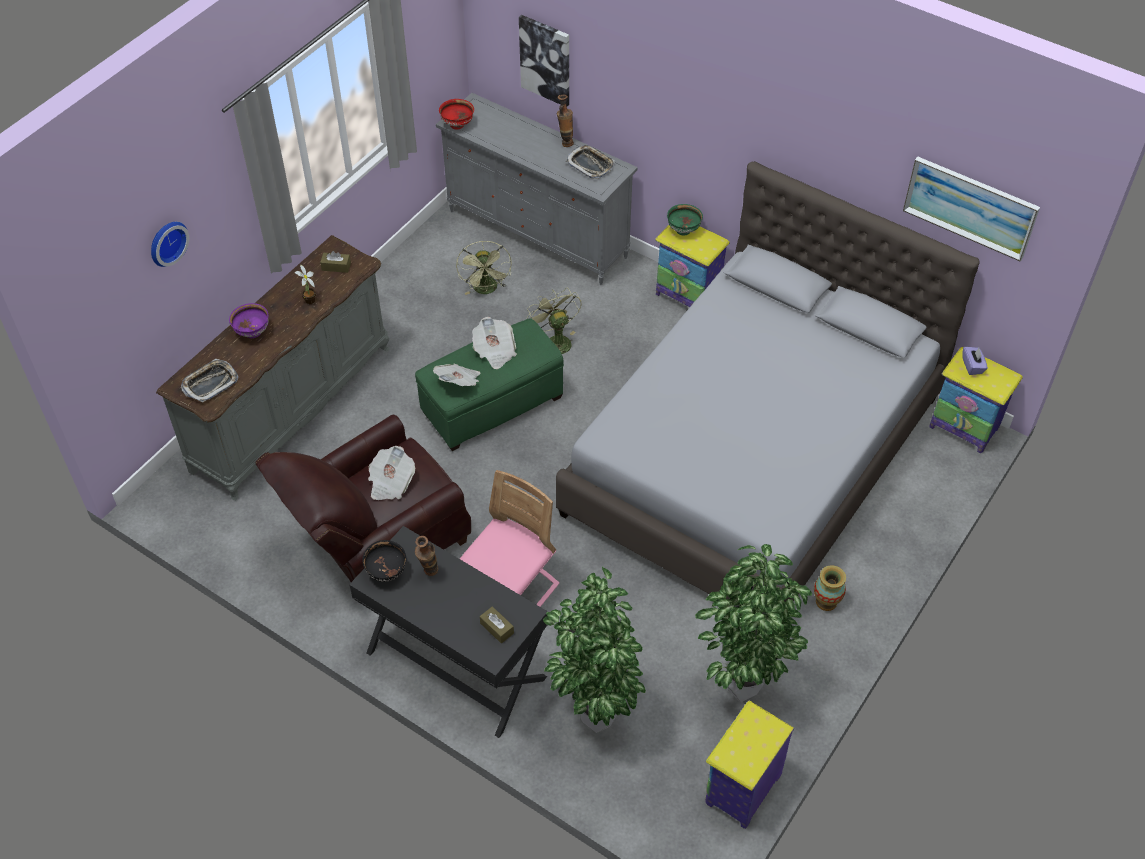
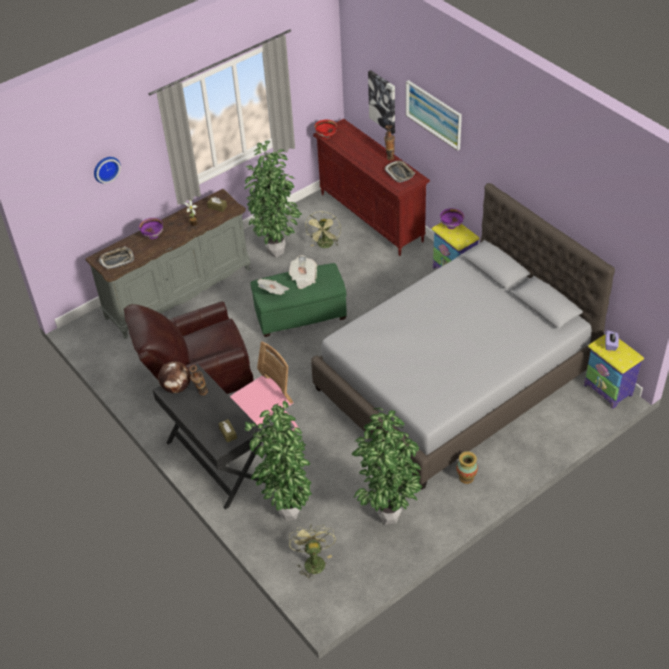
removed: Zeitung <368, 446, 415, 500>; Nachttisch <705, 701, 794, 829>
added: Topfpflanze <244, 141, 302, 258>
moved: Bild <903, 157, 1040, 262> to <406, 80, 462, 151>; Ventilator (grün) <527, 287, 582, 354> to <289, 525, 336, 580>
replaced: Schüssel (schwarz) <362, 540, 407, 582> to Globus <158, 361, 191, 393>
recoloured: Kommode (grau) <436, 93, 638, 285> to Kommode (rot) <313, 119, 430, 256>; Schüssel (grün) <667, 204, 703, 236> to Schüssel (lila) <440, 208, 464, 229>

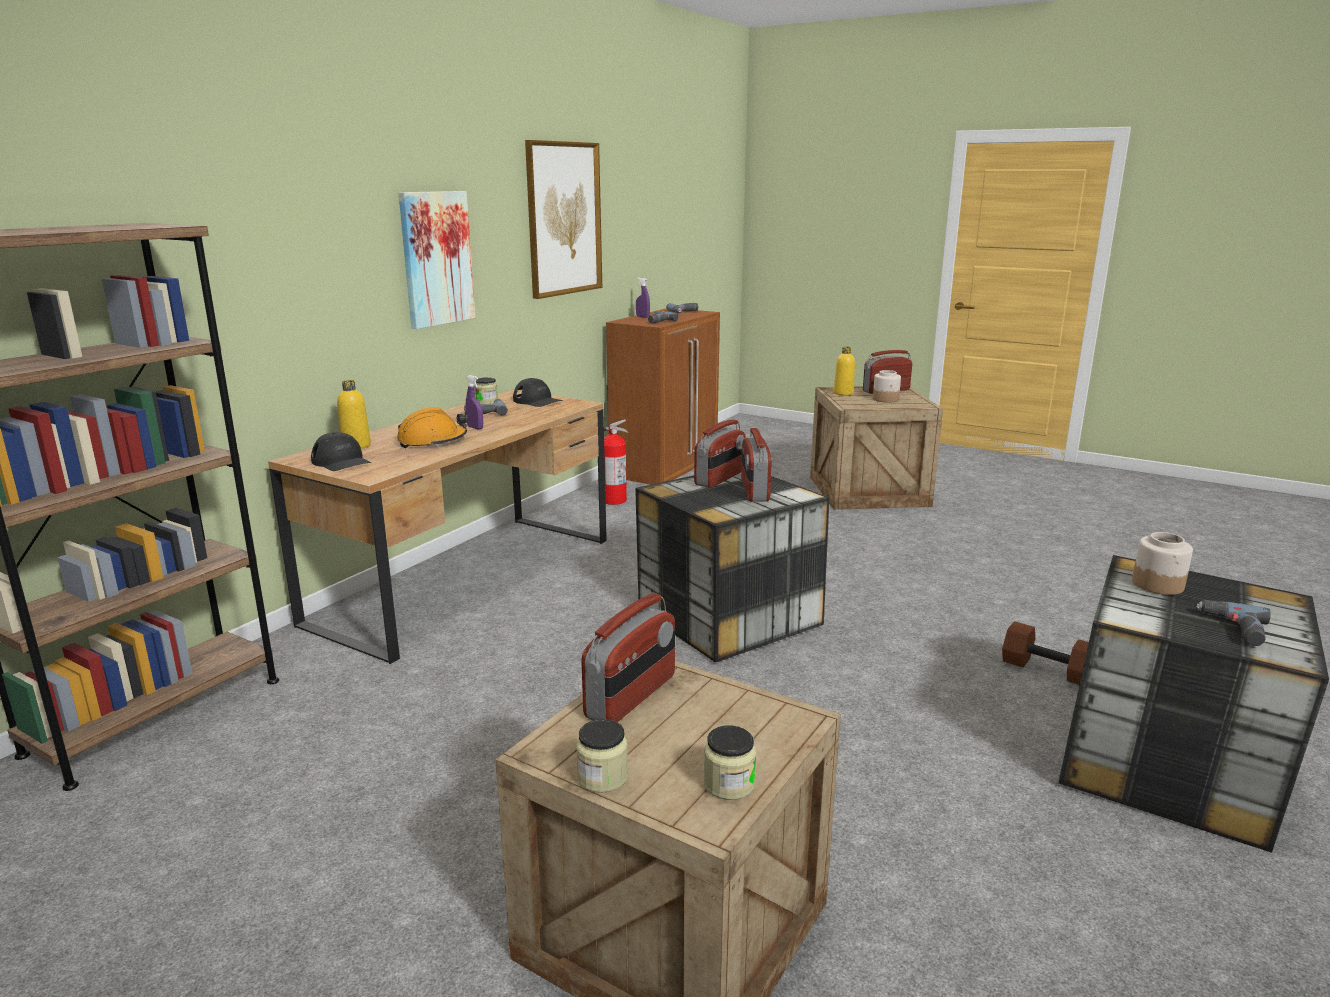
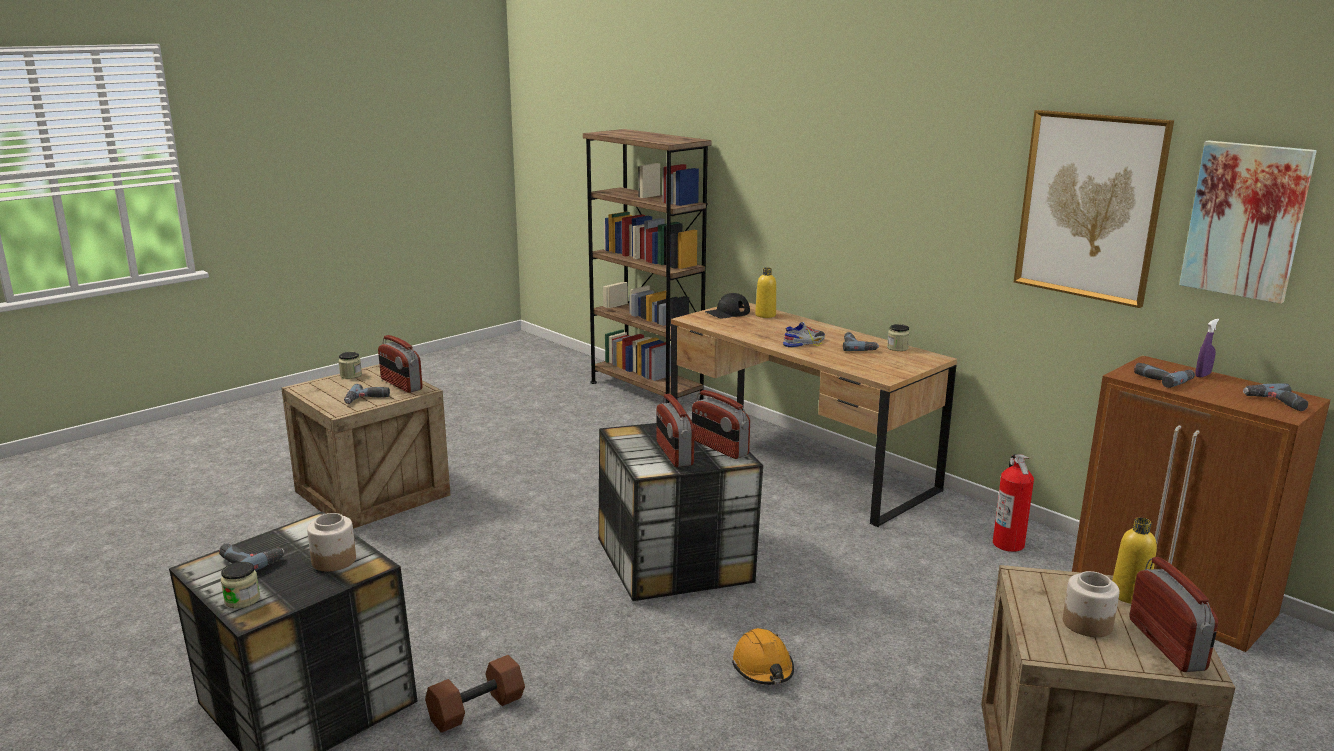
removed: Kappe (schwarz) <513, 378, 563, 407>
added: Bohrmaschine <344, 384, 390, 404>
moved: Bild <399, 191, 476, 329> to <1179, 140, 1317, 304>; Schutzhelm (orange) <397, 407, 468, 448> to <732, 628, 794, 685>; Vorratsglas <704, 726, 756, 800> to <221, 562, 260, 609>
replaced: Sprühflasche (lila) <466, 375, 483, 429> to Schuh <783, 322, 825, 347>
turned: Radio <741, 428, 772, 502> = <656, 394, 694, 467> 120 degrees counterclockwise

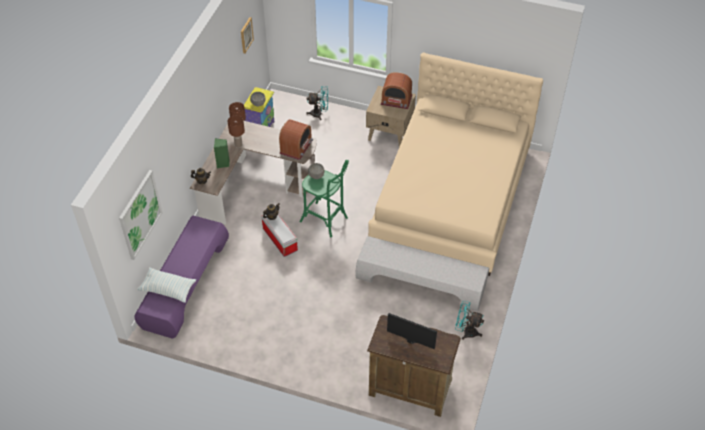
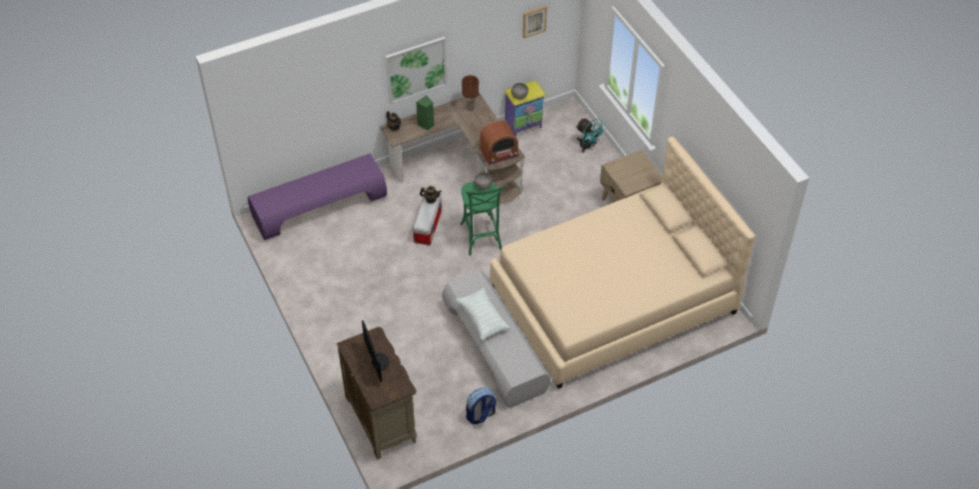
removed: Radio <381, 72, 412, 109>; Tischlampe (braun) <228, 115, 245, 148>
moved: Bild <119, 170, 163, 260> to <386, 36, 447, 105>; Kissen <137, 267, 196, 303> to <456, 288, 510, 341>
replaced: Ventilator (türkis) <455, 301, 484, 340> to Rucksack <466, 387, 496, 424>

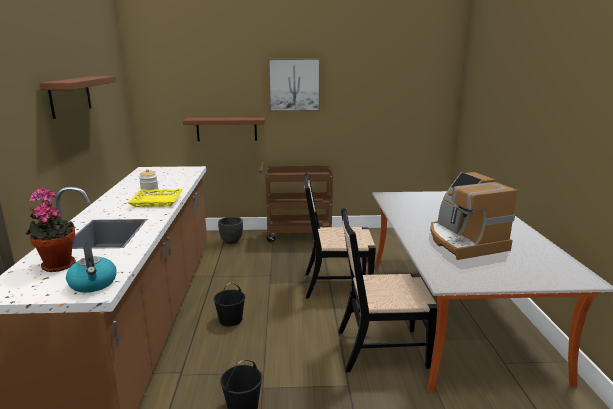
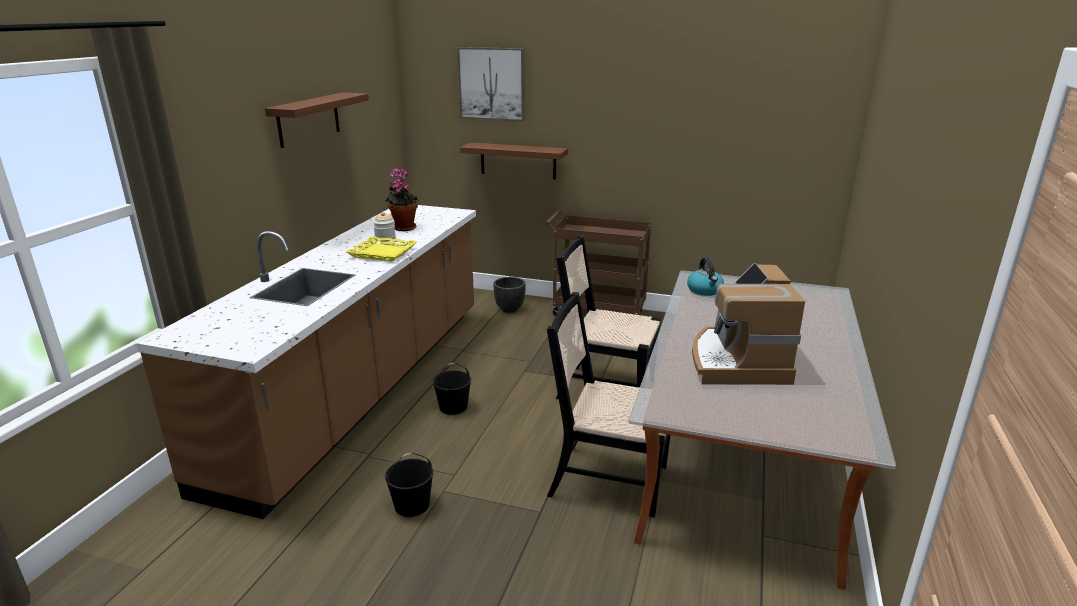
moved: Bild <268, 58, 320, 111> to <457, 47, 525, 121>; Topfpflanze <25, 188, 76, 272> to <385, 167, 418, 231>; Wasserkessel <66, 242, 117, 293> to <687, 257, 724, 296>

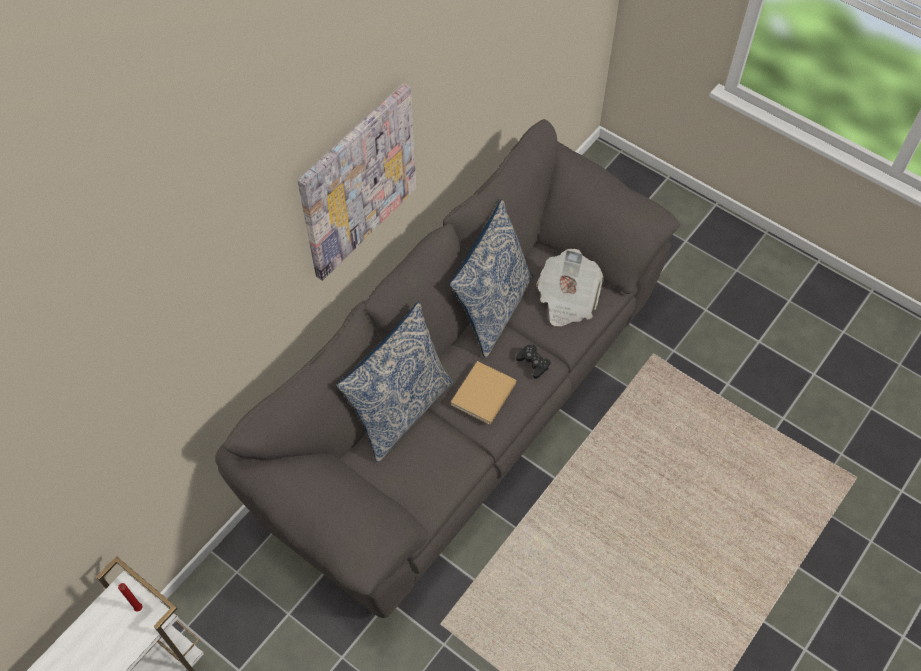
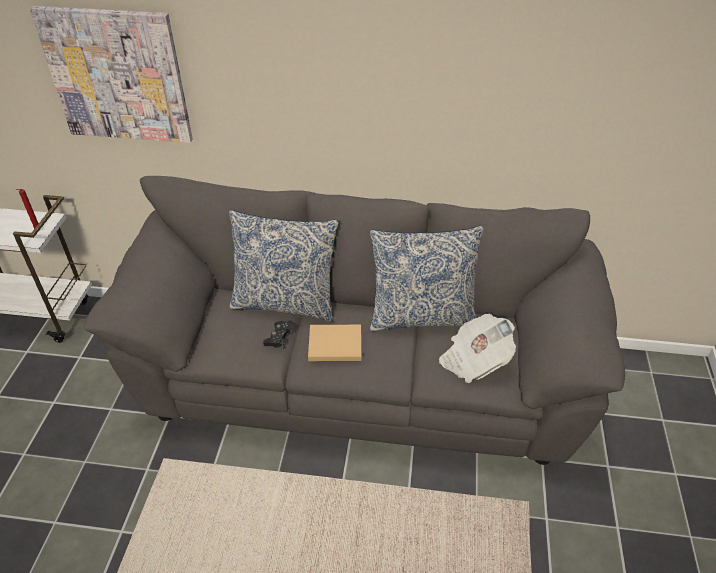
moved: Bild <297, 83, 416, 281> to <30, 6, 193, 143>; Gamepad (schwarz) <516, 344, 551, 379> to <263, 321, 294, 349>

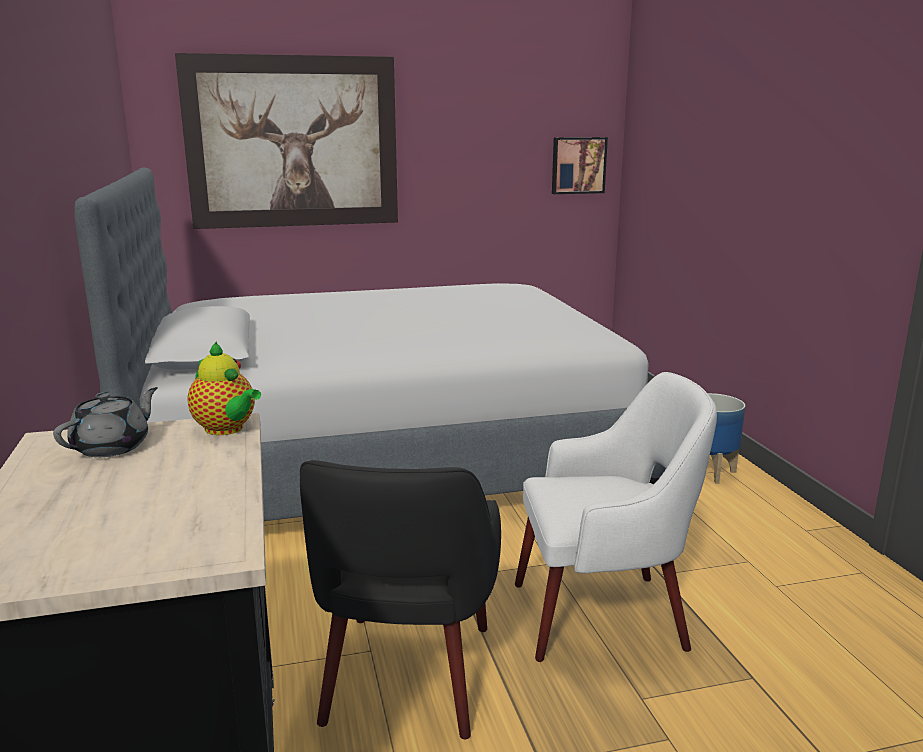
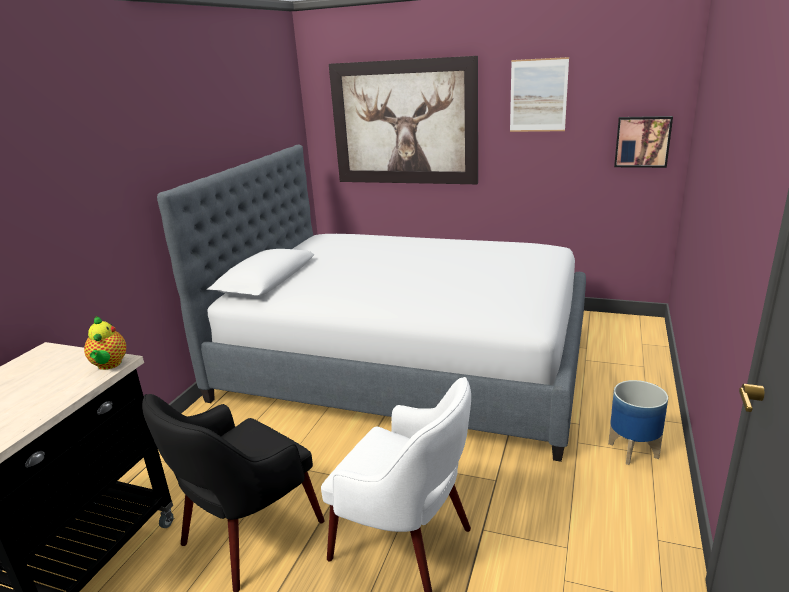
removed: Teekanne (grau) <53, 387, 158, 457>
added: Bild <510, 57, 569, 132>

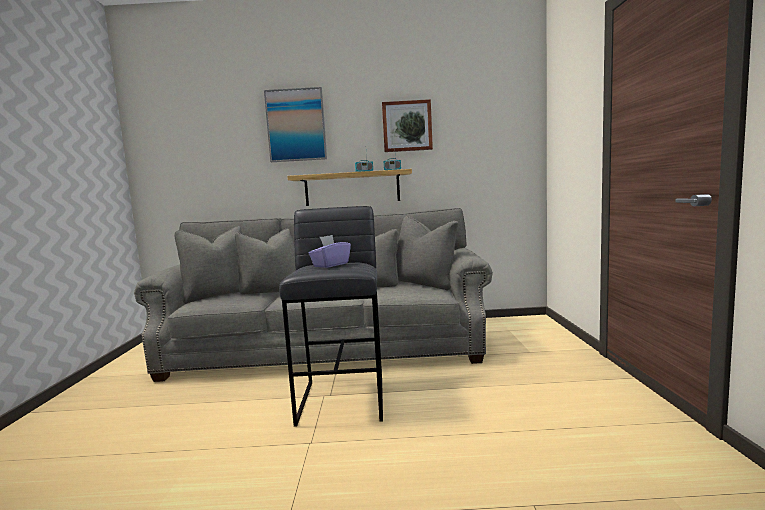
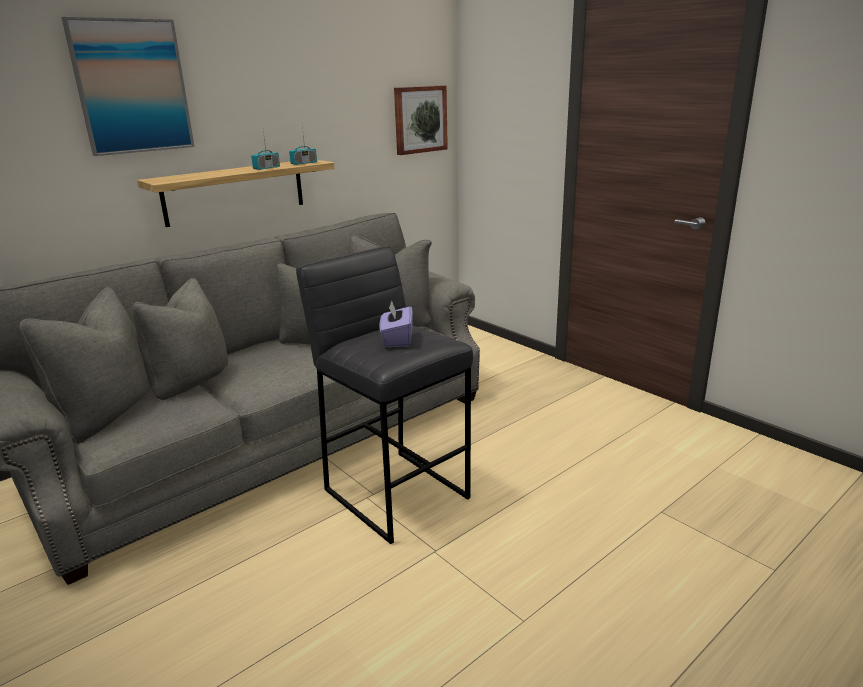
moved: Bild <382, 99, 433, 152> to <394, 85, 448, 155>

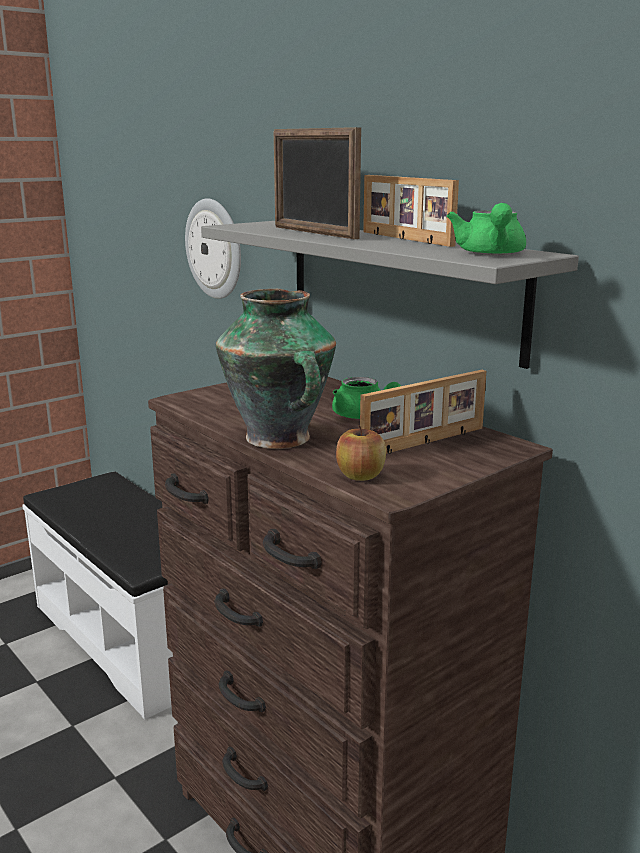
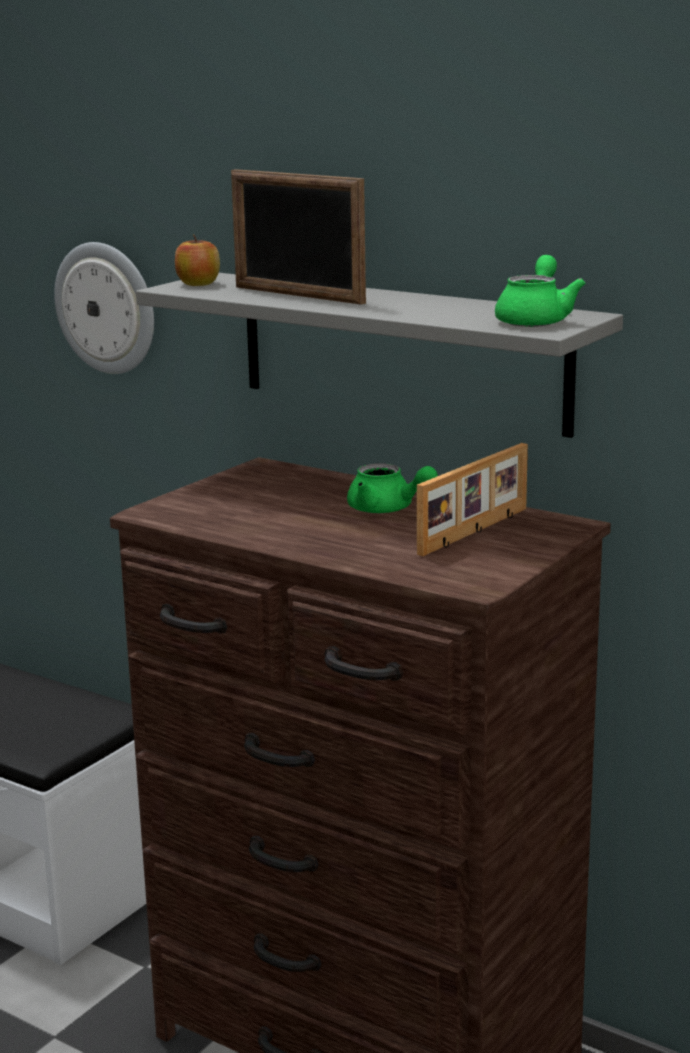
removed: Bilderrahmen <363, 175, 459, 247>; Vase <216, 289, 336, 449>
moved: Apfel <336, 425, 386, 481> to <175, 235, 220, 286>
turned: Teekanne (grün) <447, 203, 526, 255> = <495, 255, 586, 327> 150 degrees counterclockwise

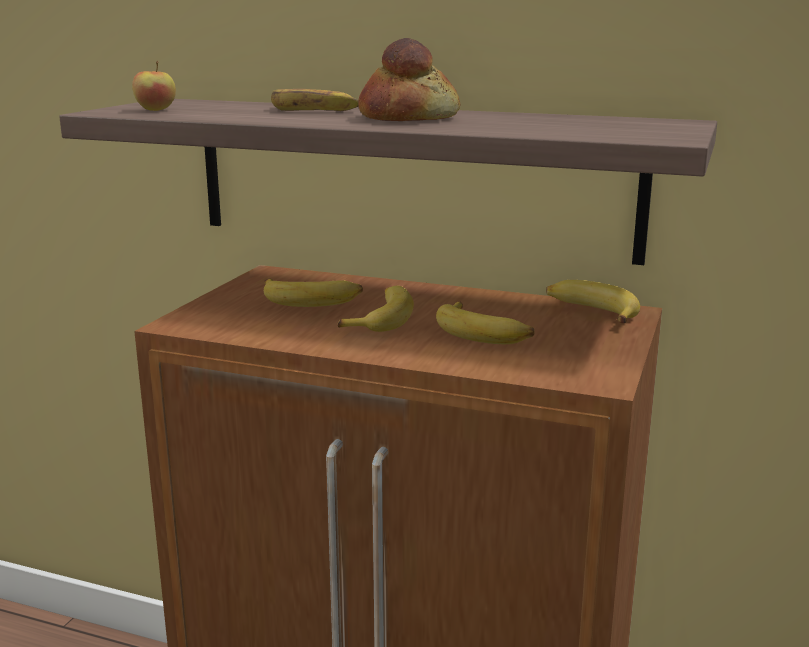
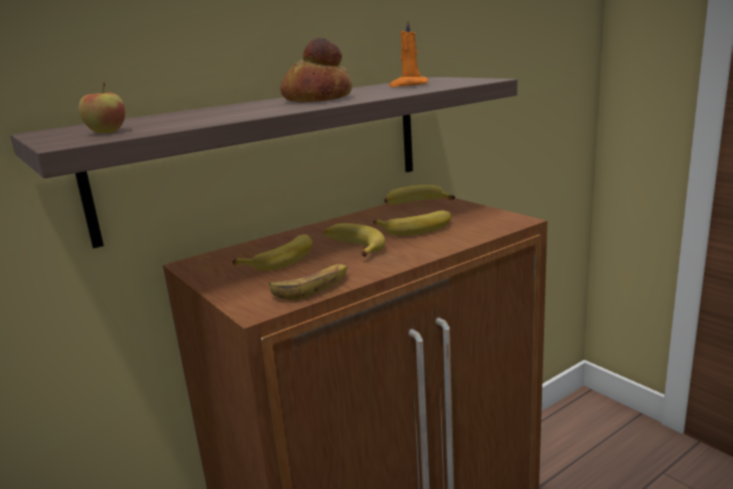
added: Kerze (orange) <389, 17, 428, 87>
moved: Banane <271, 89, 359, 111> to <269, 264, 348, 300>

